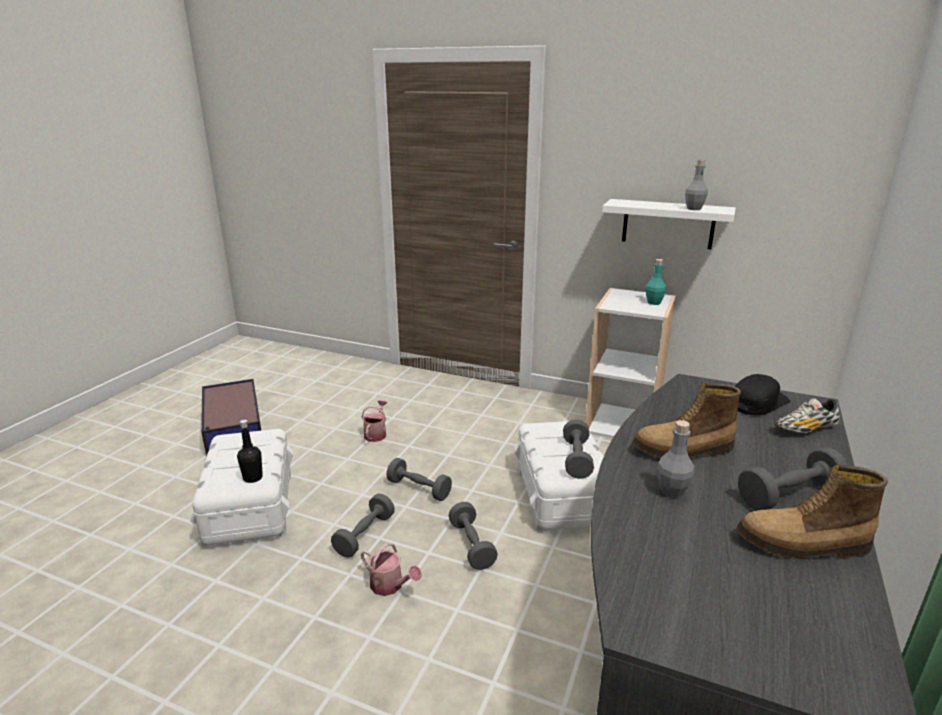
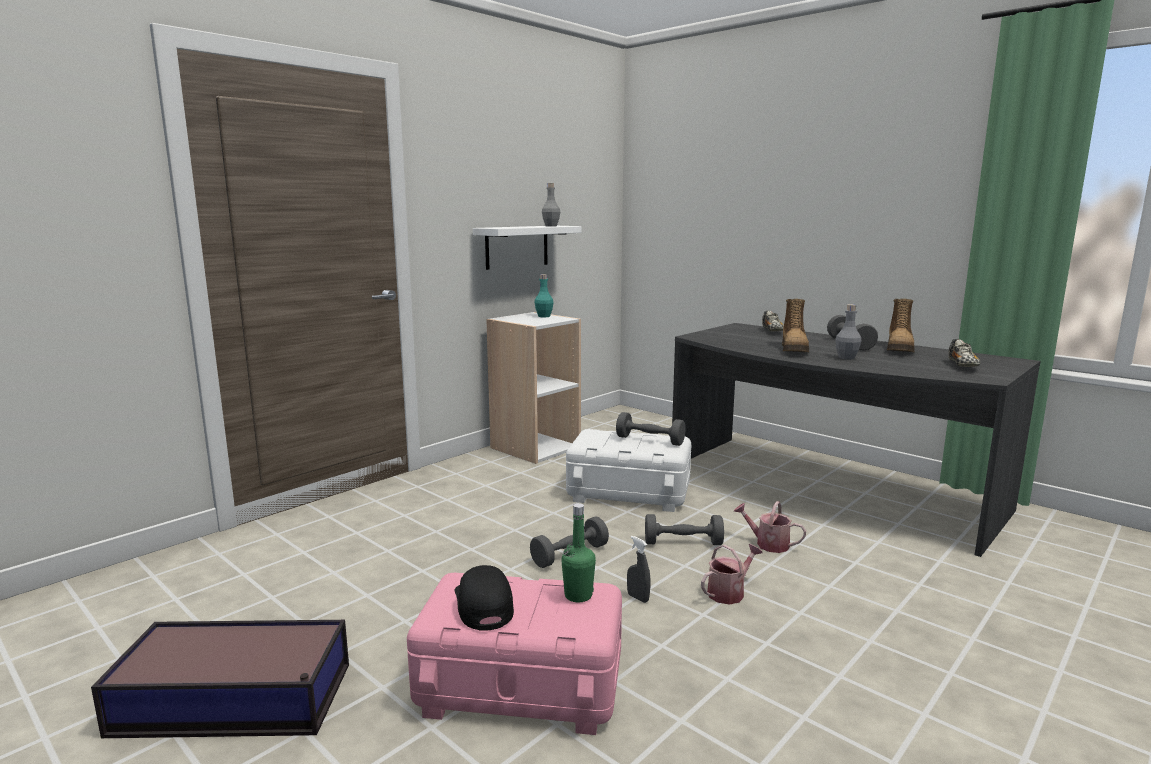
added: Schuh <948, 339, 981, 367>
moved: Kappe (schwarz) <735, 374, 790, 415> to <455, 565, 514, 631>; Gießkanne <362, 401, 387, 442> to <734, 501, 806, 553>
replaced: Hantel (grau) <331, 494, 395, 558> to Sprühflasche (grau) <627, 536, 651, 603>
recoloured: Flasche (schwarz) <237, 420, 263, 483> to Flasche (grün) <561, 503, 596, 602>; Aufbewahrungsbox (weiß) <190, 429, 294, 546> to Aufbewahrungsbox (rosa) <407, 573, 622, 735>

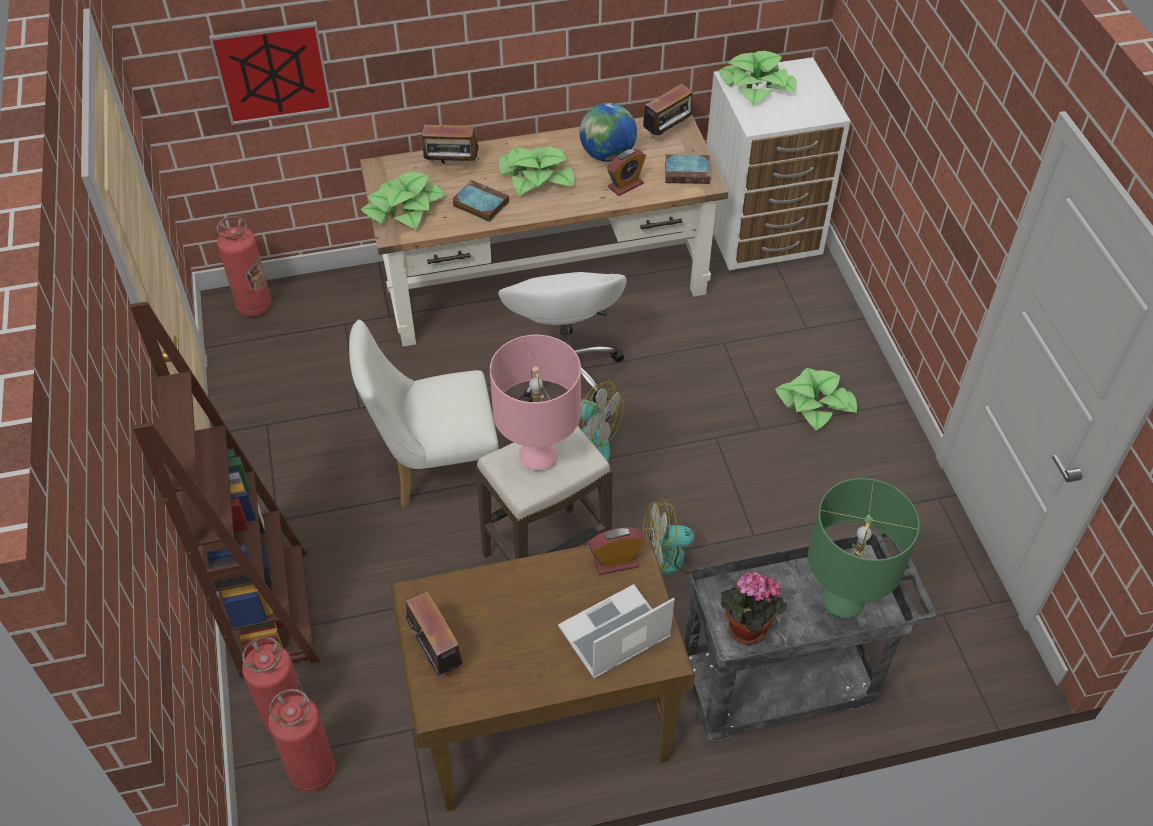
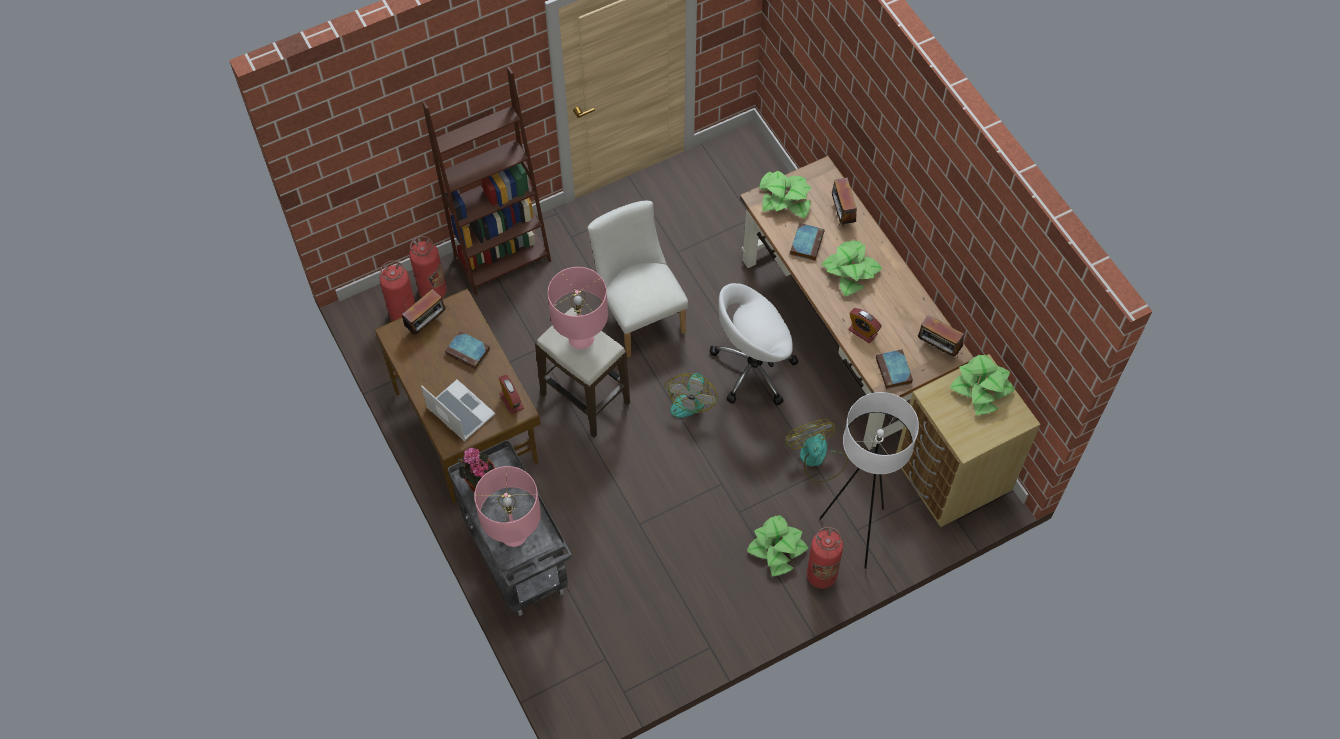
removed: Bild <209, 21, 332, 125>; Globus <580, 103, 637, 162>
added: Buch <445, 331, 490, 370>; Stehlampe (weiß) <819, 392, 919, 569>
moved: Feuerlöscher <216, 216, 272, 316> to <807, 527, 843, 589>; Ventilator <643, 498, 711, 575> to <786, 419, 848, 483>
recoloured: Kommode (weiß) <706, 57, 850, 270> to Kommode (braun) <896, 354, 1041, 527>; Tischlampe (grün) <808, 478, 920, 618> to Tischlampe (rosa) <474, 466, 541, 547>

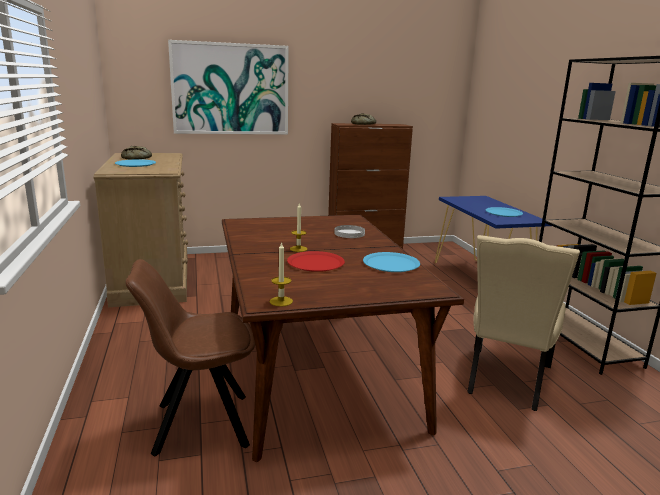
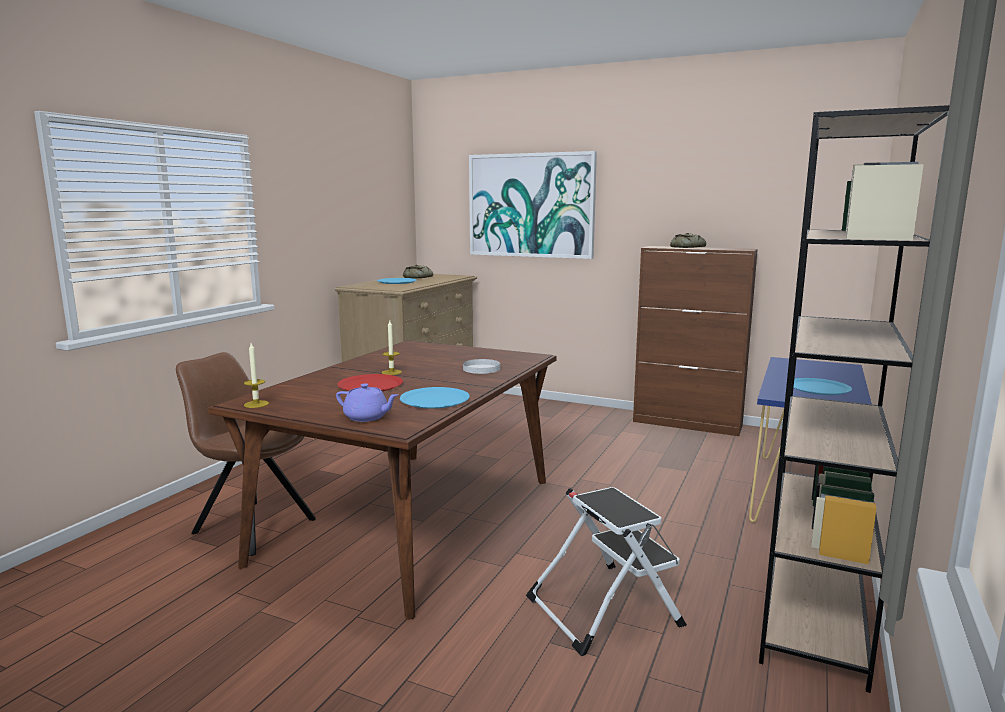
added: Teekanne (lila) <336, 384, 398, 422>
replaced: Stuhl (beige) <467, 235, 580, 411> to Trittleiter <526, 487, 687, 656>

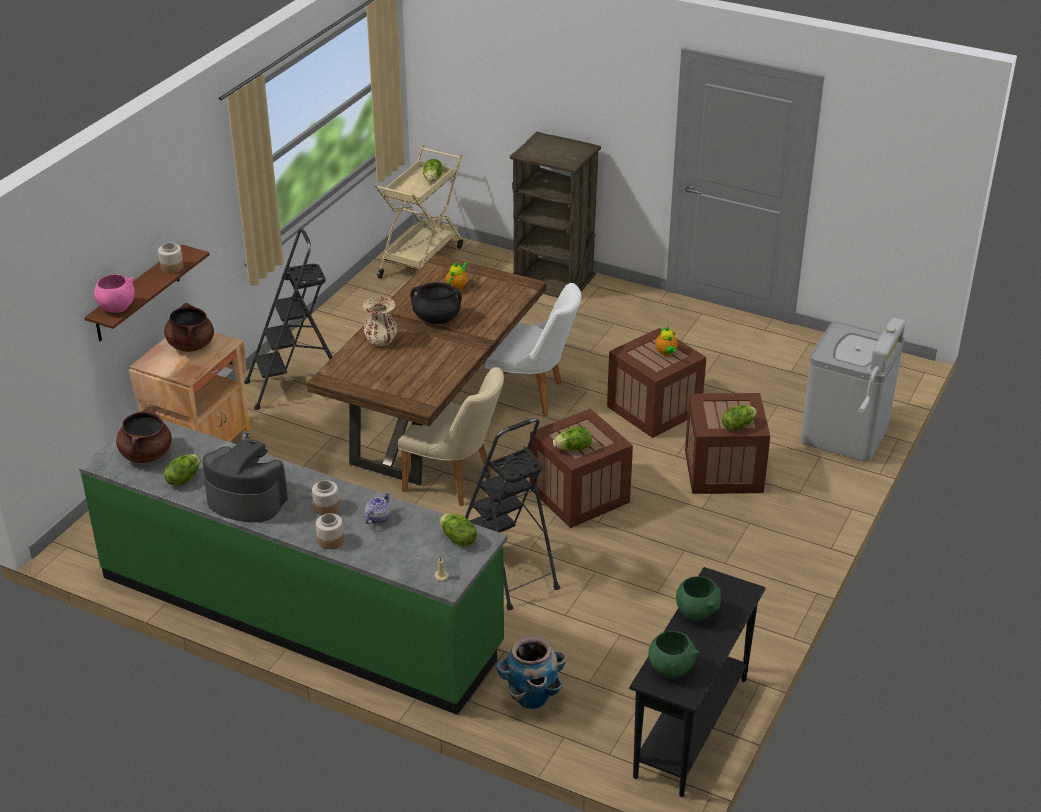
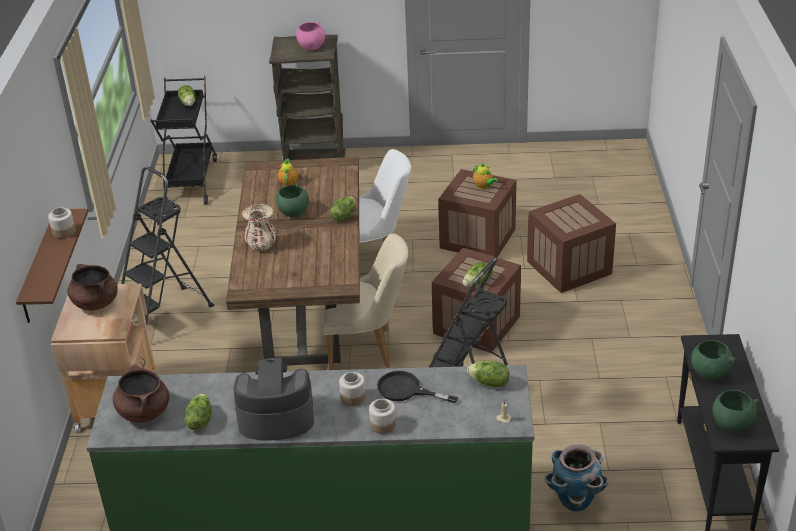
removed: Waschmaschine (grau) <800, 318, 906, 462>
moved: Schüssel (rosa) <94, 274, 135, 313> to <296, 22, 325, 51>; Salatkopf <722, 405, 757, 430> to <330, 197, 356, 221>
replaced: Kochtopf (schwarz) <410, 282, 462, 324> to Schüssel (grün) <276, 183, 309, 217>; Teekanne <365, 492, 391, 524> to Pfanne (schwarz) <377, 371, 458, 403>
recoloured: Rollwagen (beige) <375, 145, 463, 278> to Rollwagen (schwarz) <151, 76, 217, 204>

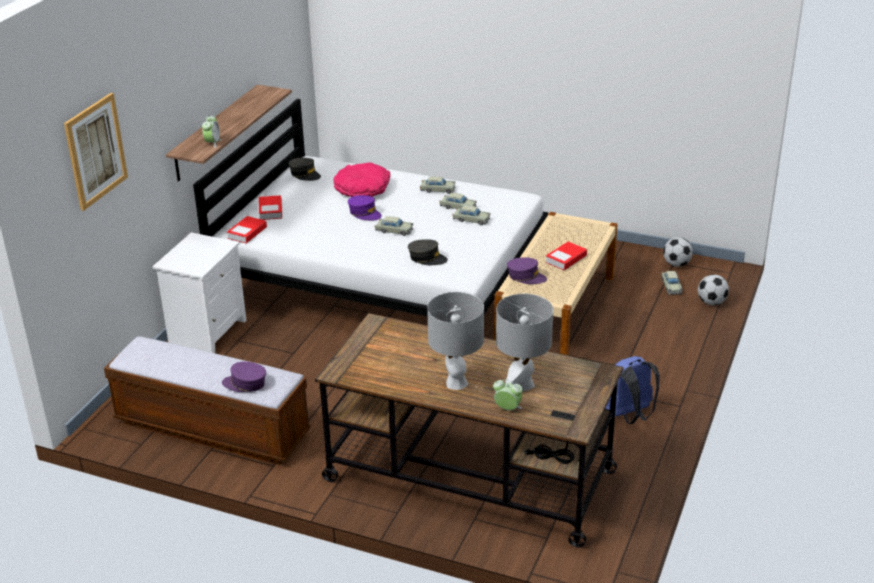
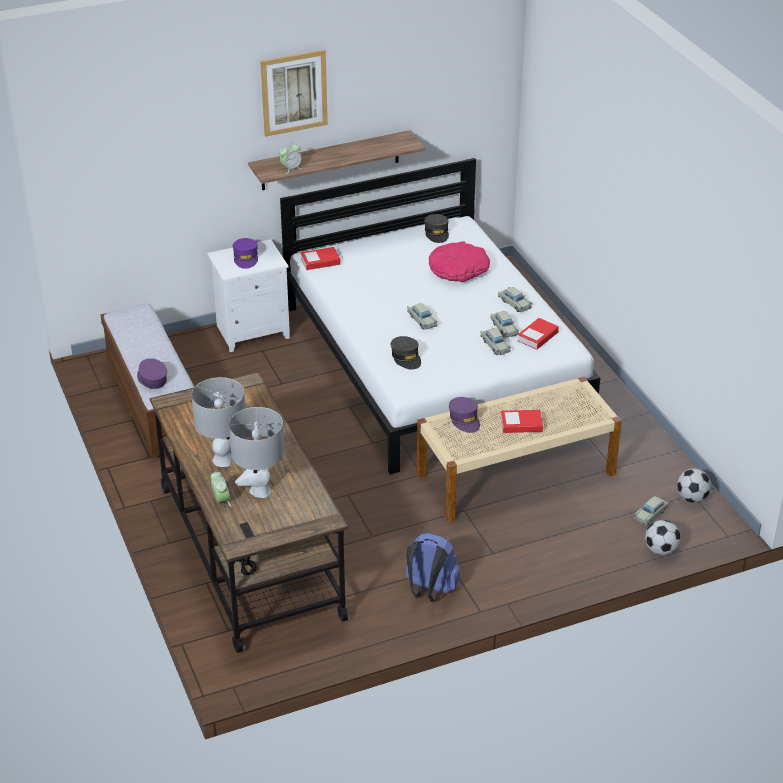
moved: Bild <64, 93, 128, 211> to <260, 50, 328, 137>; Buch <259, 195, 282, 220> to <518, 318, 559, 350>; Kappe (lila) <348, 195, 382, 221> to <233, 238, 258, 269>

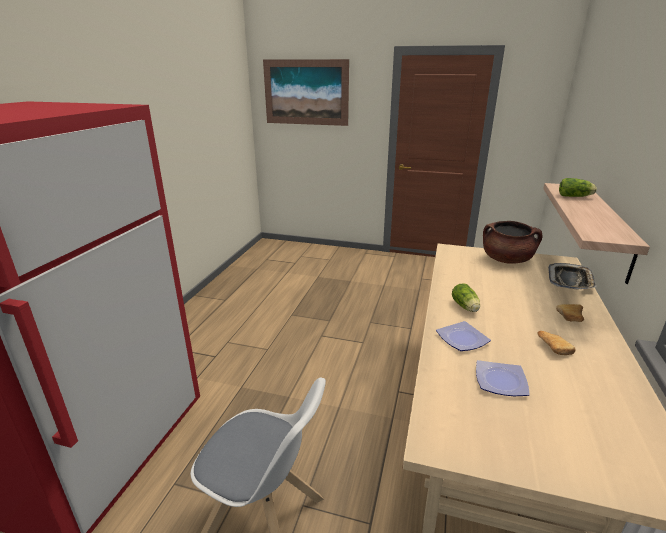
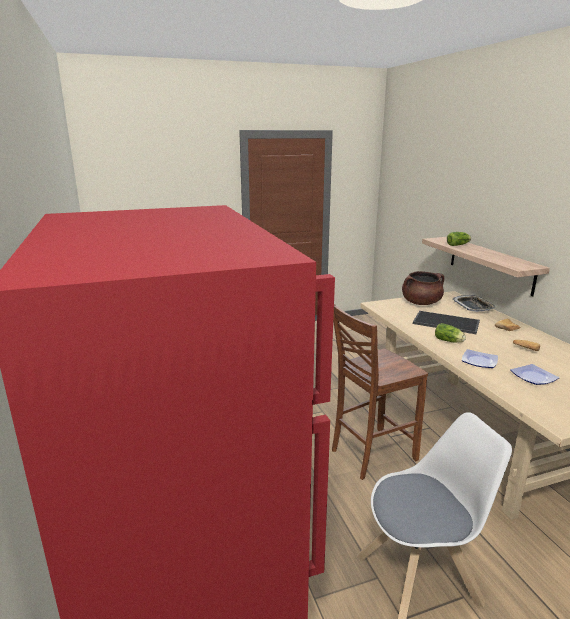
removed: Bild <263, 59, 349, 126>
added: Stuhl (braun) <332, 304, 428, 480>; Tablett <413, 311, 480, 334>

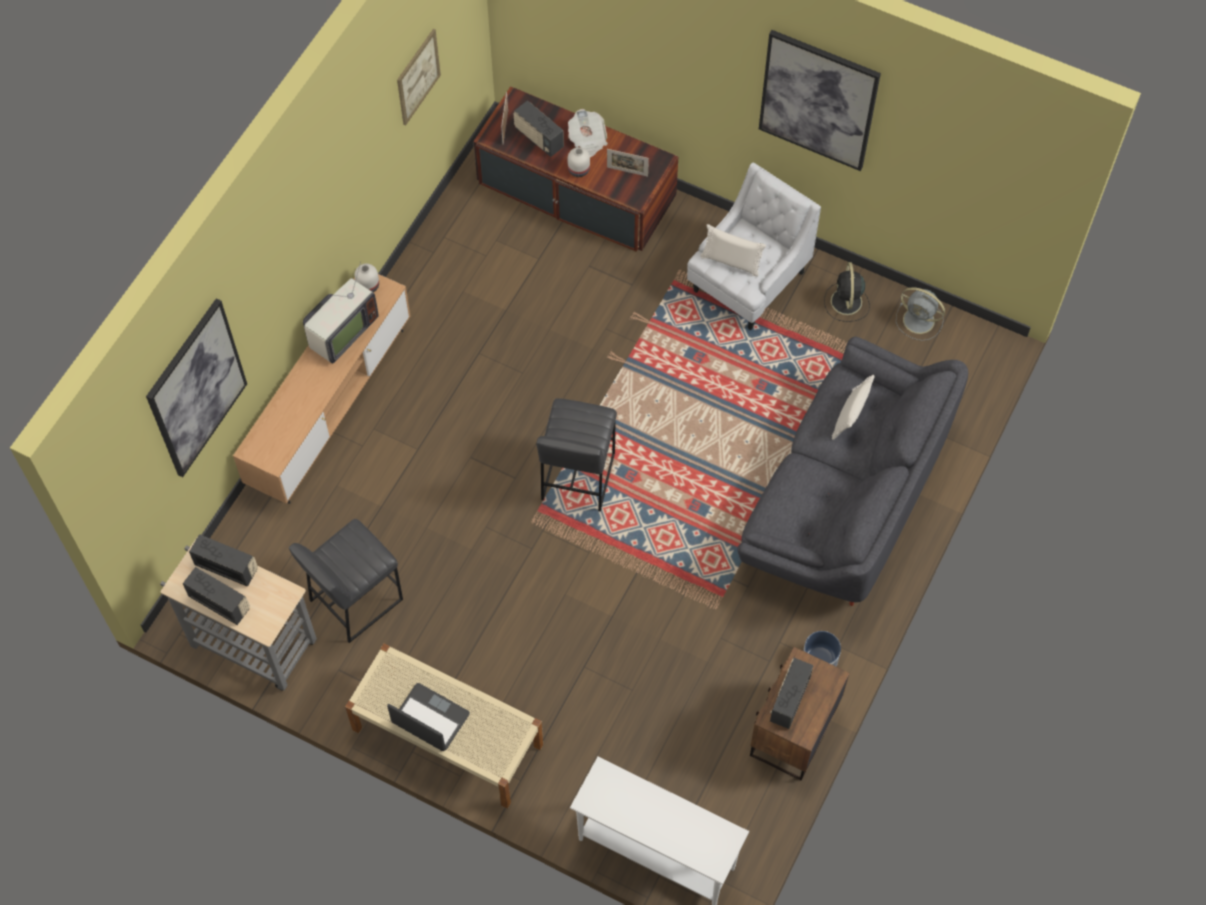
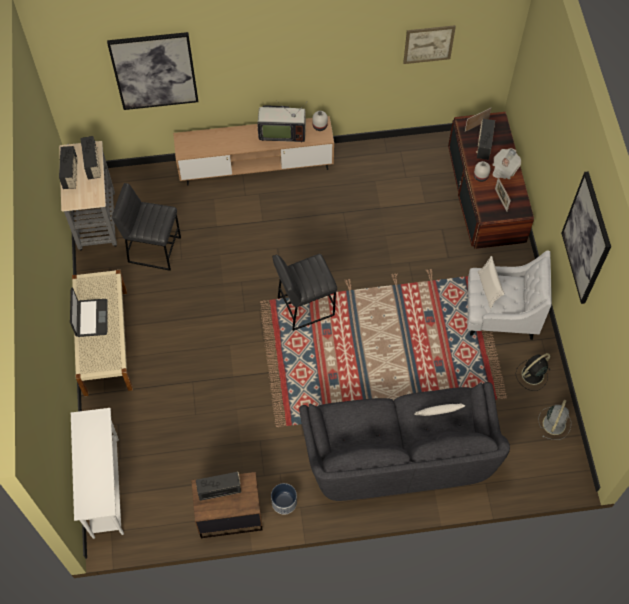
turned: Ventilator (grau) <896, 287, 945, 341> = <538, 400, 571, 440> 150 degrees counterclockwise

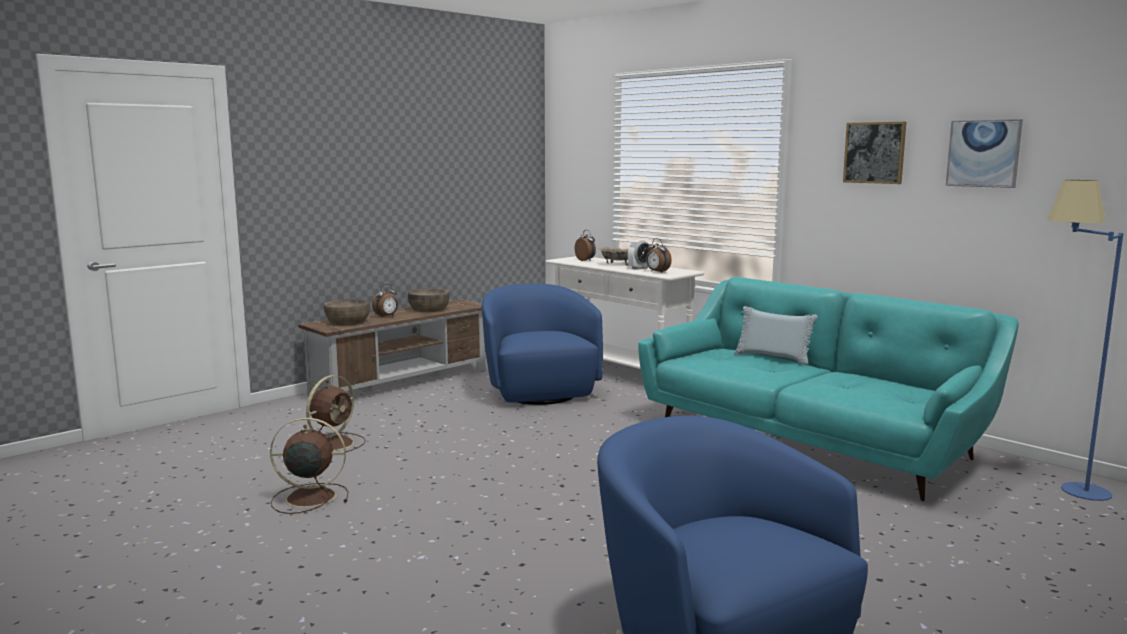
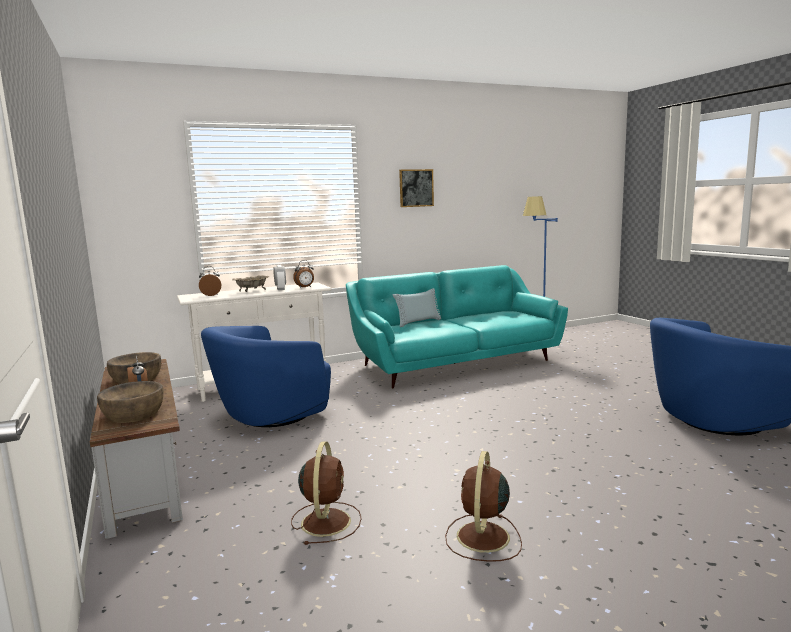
removed: Bild <946, 119, 1023, 188>
turned: Sessel (blau) <482, 283, 603, 405> = <201, 326, 331, 427> 45 degrees counterclockwise; Ventilator (braun) <306, 375, 366, 452> = <291, 442, 362, 545> 45 degrees clockwise

